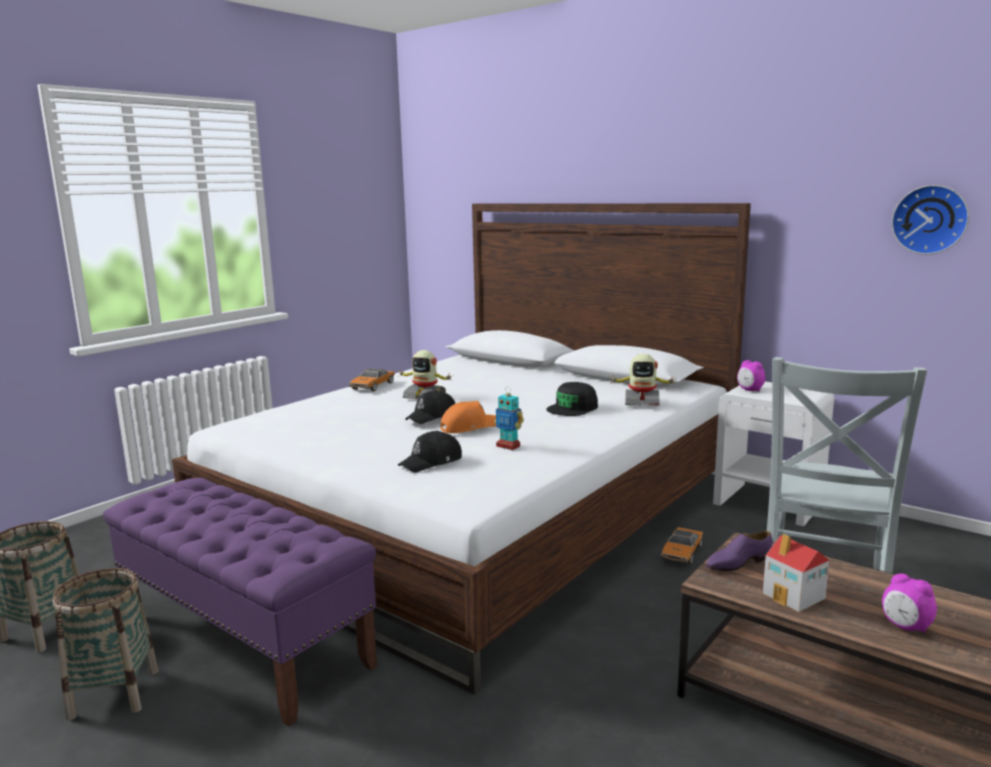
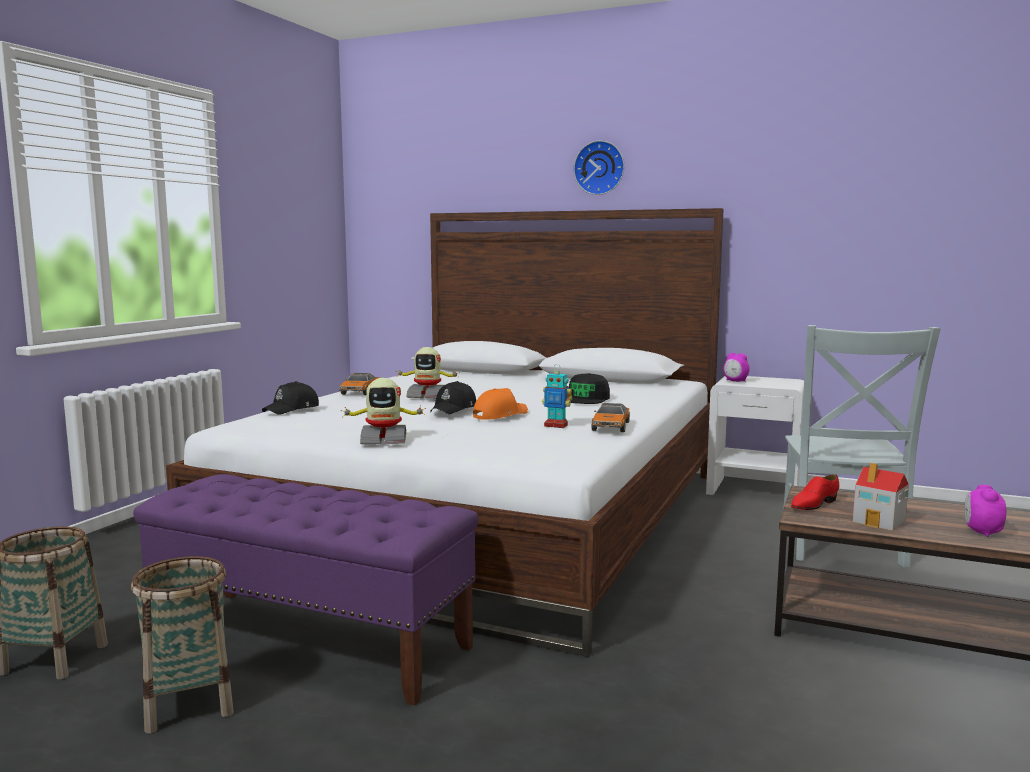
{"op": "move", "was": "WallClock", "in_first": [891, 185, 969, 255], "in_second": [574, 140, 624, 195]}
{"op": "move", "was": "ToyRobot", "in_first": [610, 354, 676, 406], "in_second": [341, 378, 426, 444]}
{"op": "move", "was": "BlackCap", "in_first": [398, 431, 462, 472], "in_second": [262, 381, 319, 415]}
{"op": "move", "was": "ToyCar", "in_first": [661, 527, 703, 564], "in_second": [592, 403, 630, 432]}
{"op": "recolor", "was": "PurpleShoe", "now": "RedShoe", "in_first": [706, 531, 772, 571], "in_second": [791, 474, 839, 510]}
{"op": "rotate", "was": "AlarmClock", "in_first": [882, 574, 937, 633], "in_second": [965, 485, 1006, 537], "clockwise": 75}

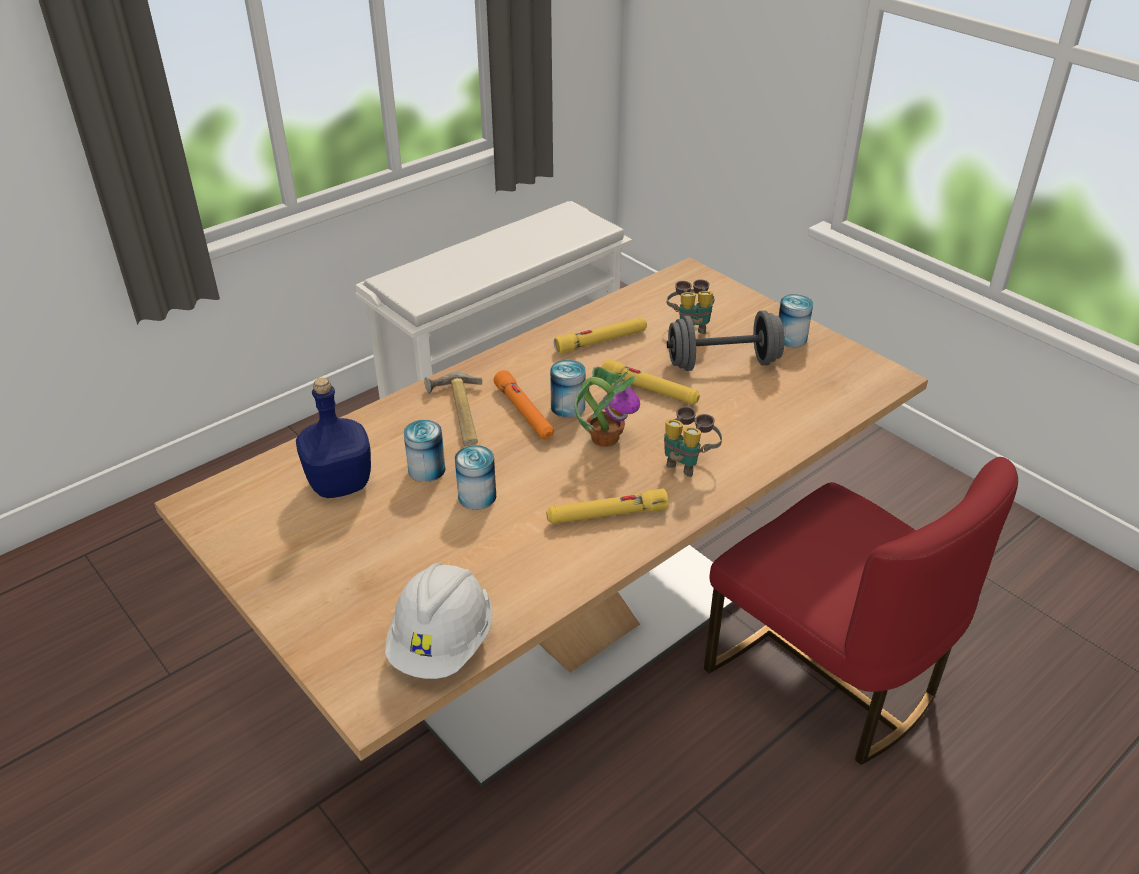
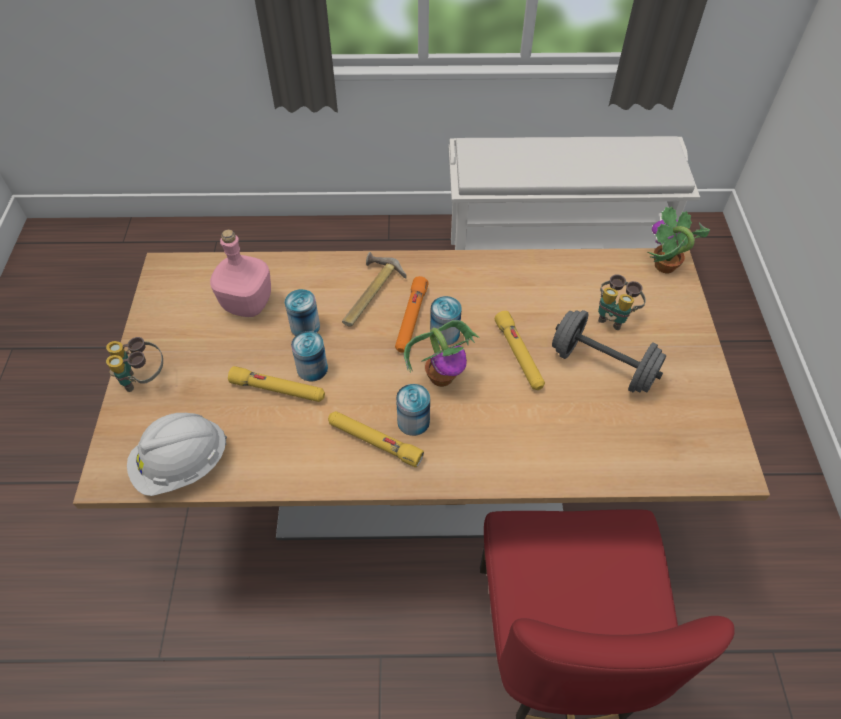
{"op": "move", "was": "Can", "in_first": [779, 294, 813, 347], "in_second": [396, 384, 430, 436]}
{"op": "move", "was": "YellowFlashlight", "in_first": [554, 317, 647, 354], "in_second": [228, 366, 325, 402]}
{"op": "recolor", "was": "BlueBottle", "now": "PinkBottle", "in_first": [296, 378, 371, 498], "in_second": [210, 230, 271, 317]}
{"op": "move", "was": "Binoculars", "in_first": [664, 406, 722, 477], "in_second": [106, 337, 163, 392]}
{"op": "insert", "now": "PottedPlant", "in_second": [648, 206, 710, 274]}

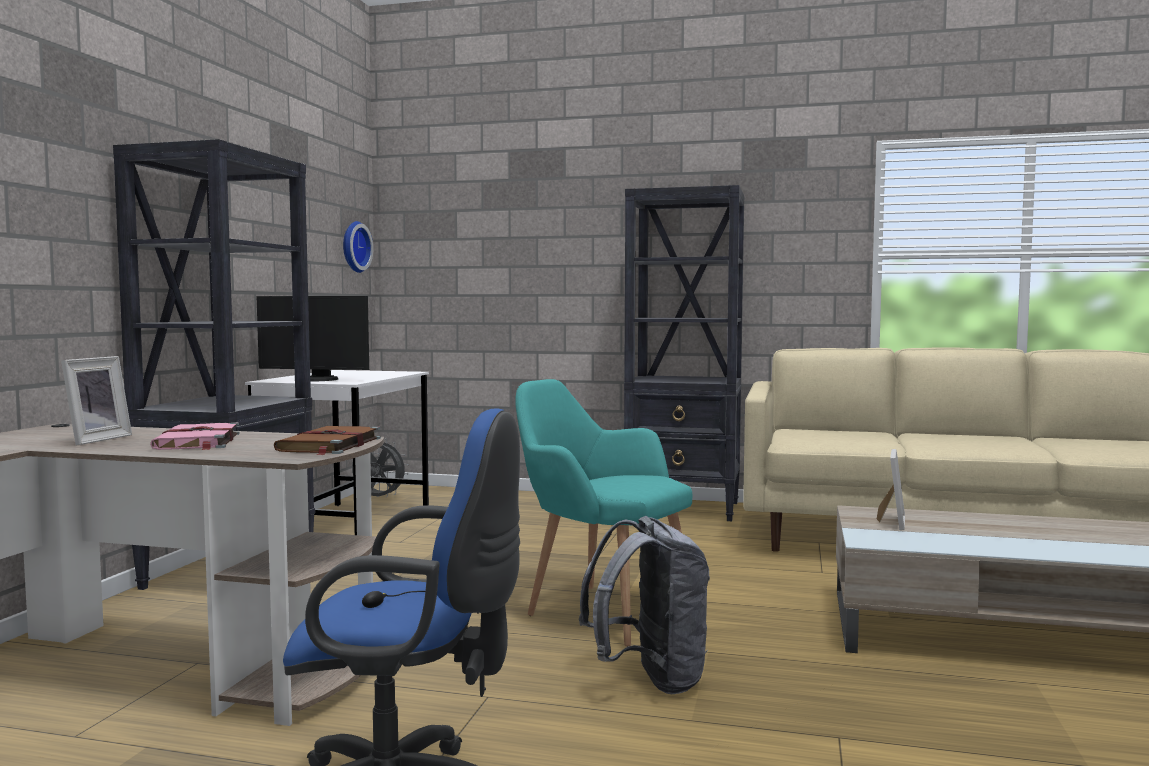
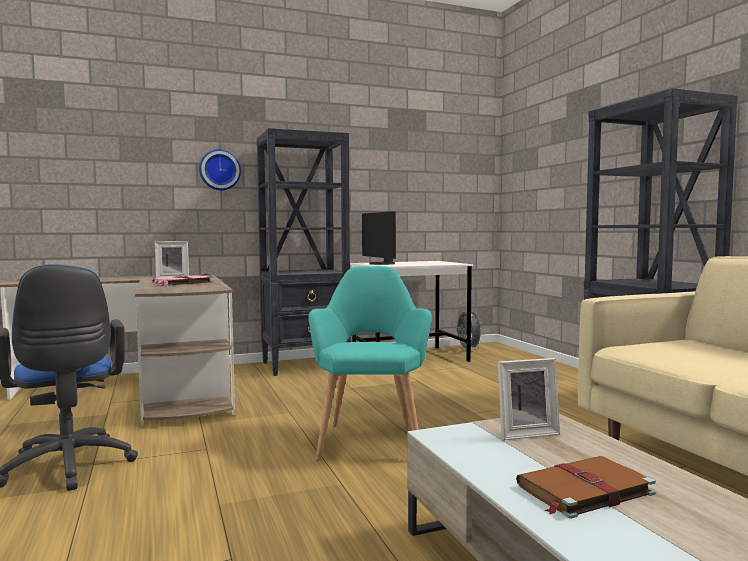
{"op": "move", "was": "WallClock", "in_first": [343, 221, 373, 273], "in_second": [199, 149, 241, 190]}
{"op": "move", "was": "BrownBook", "in_first": [274, 426, 381, 455], "in_second": [516, 456, 656, 519]}
{"op": "delete", "was": "GreyBackpack", "in_first": [579, 516, 710, 694]}

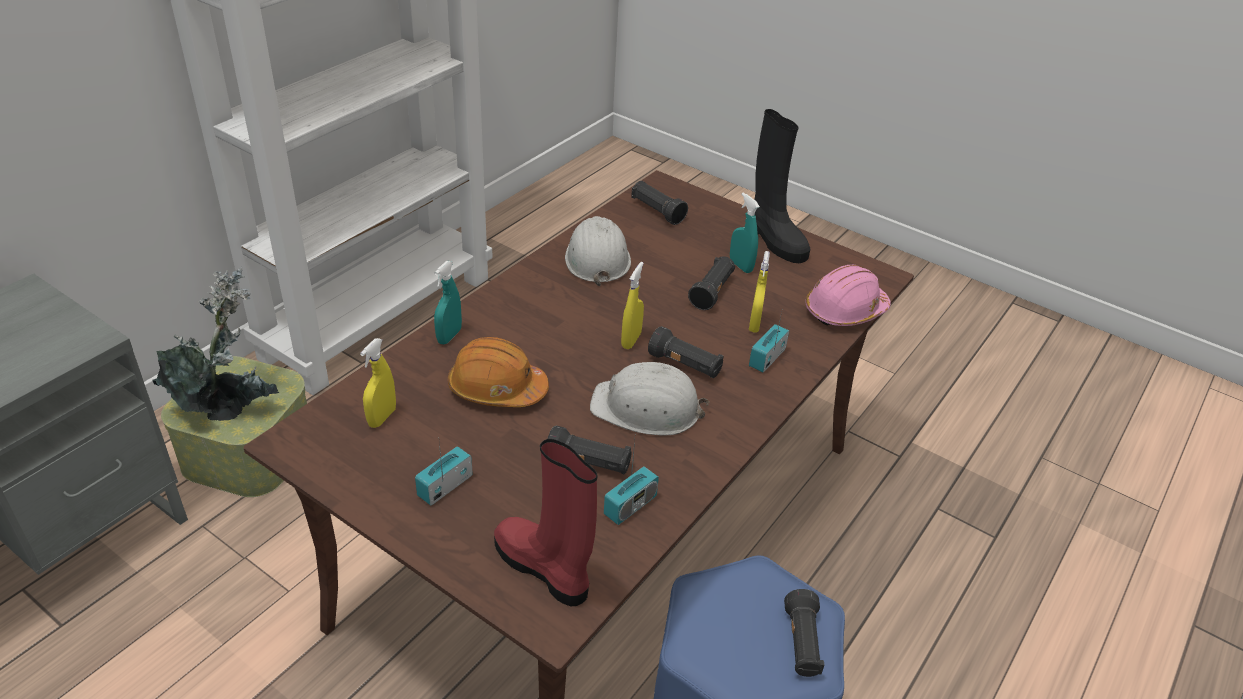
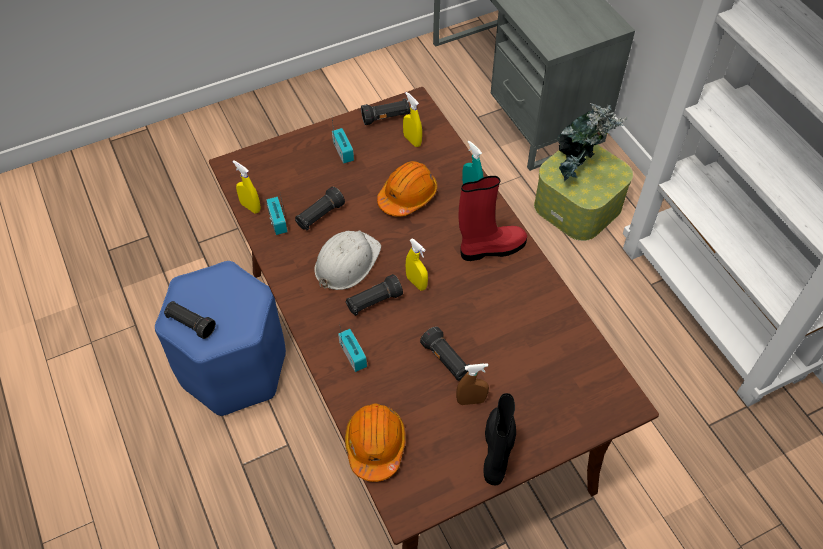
{"op": "rotate", "was": "BlackBoot", "in_first": [754, 109, 810, 263], "in_second": [484, 393, 516, 486], "clockwise": 105}
{"op": "move", "was": "BlackFlashlight", "in_first": [631, 181, 688, 225], "in_second": [361, 98, 411, 125]}
{"op": "recolor", "was": "TurquoiseSprayBottle", "now": "BrownSprayBottle", "in_first": [730, 192, 760, 273], "in_second": [456, 363, 489, 405]}
{"op": "delete", "was": "WhiteHardHat", "in_first": [565, 216, 631, 286]}
{"op": "move", "was": "YellowSprayBottle", "in_first": [749, 251, 770, 333], "in_second": [233, 160, 260, 213]}
{"op": "recolor", "was": "PinkHardHat", "now": "OrangeHardHat", "in_first": [805, 265, 891, 326], "in_second": [345, 404, 406, 482]}
{"op": "move", "was": "RedBoot", "in_first": [494, 439, 597, 606], "in_second": [459, 176, 527, 261]}

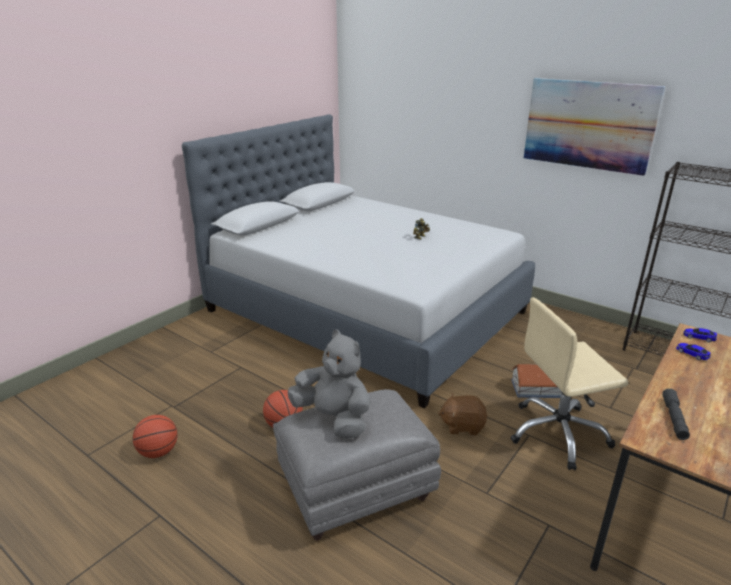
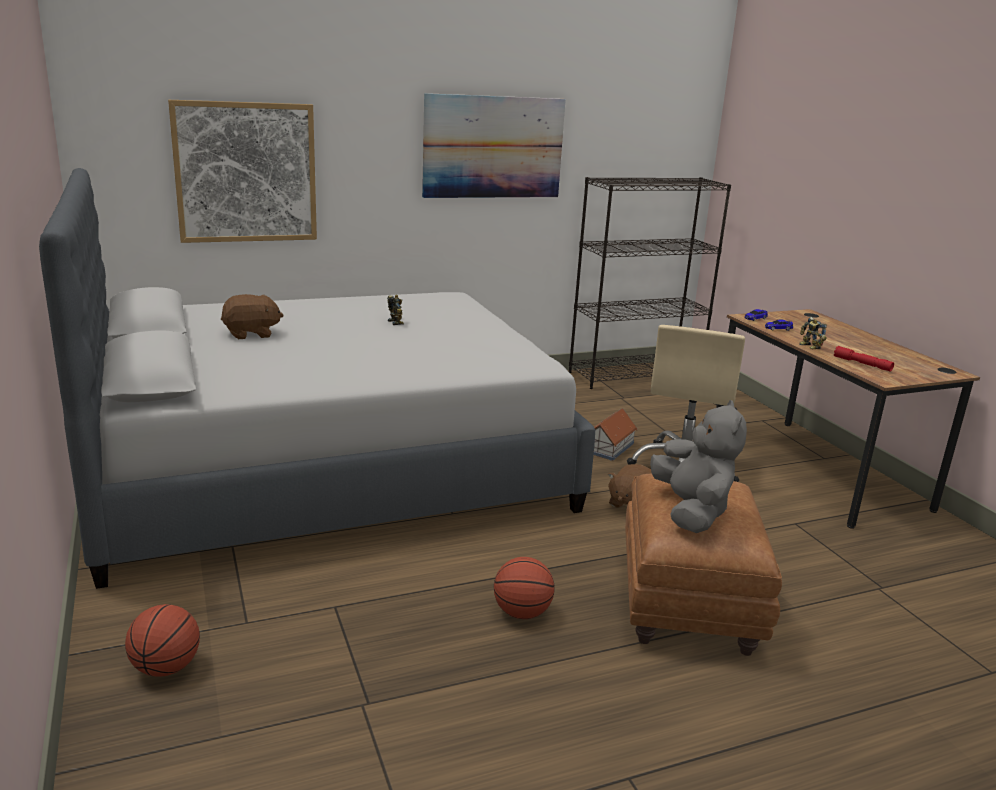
{"op": "rotate", "was": "GreyPlushToy", "in_first": [288, 329, 371, 439], "in_second": [650, 400, 747, 533], "clockwise": 105}
{"op": "recolor", "was": "GreyOttoman", "now": "BrownOttoman", "in_first": [273, 389, 441, 540], "in_second": [625, 474, 782, 656]}
{"op": "recolor", "was": "GreyFlashlight", "now": "RedFlashlight", "in_first": [662, 389, 690, 440], "in_second": [834, 346, 894, 372]}
{"op": "move", "was": "Basketball", "in_first": [132, 415, 178, 458], "in_second": [125, 604, 200, 677]}
{"op": "insert", "now": "Picture", "in_second": [168, 100, 317, 243]}
{"op": "insert", "now": "BrownPlushToy", "in_second": [221, 294, 284, 339]}
{"op": "insert", "now": "ToyRobot", "in_second": [799, 317, 827, 349]}

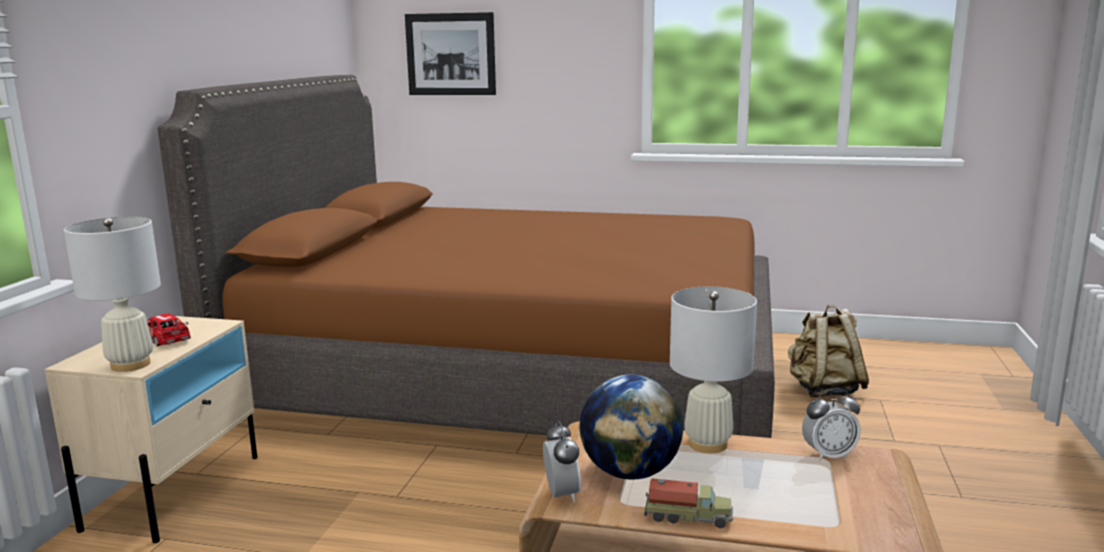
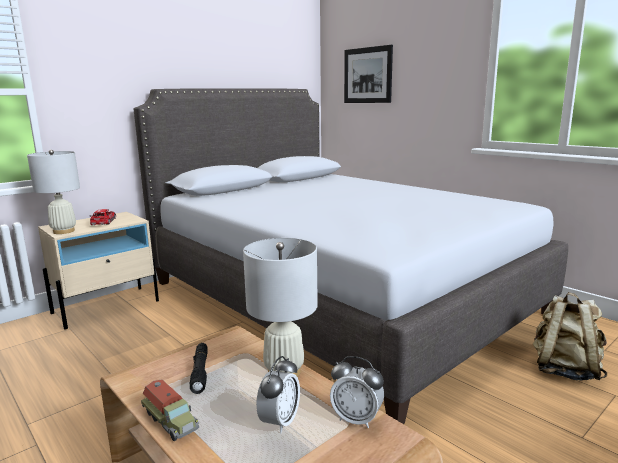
{"op": "recolor", "was": "BrownBed", "now": "GreyBed", "in_first": [158, 75, 775, 438], "in_second": [133, 88, 568, 424]}
{"op": "replace", "was": "Globe", "now": "BlackFlashlight", "in_first": [579, 374, 683, 480], "in_second": [189, 343, 208, 394]}
{"op": "move", "was": "AlarmClock", "in_first": [543, 420, 581, 502], "in_second": [256, 356, 300, 433]}

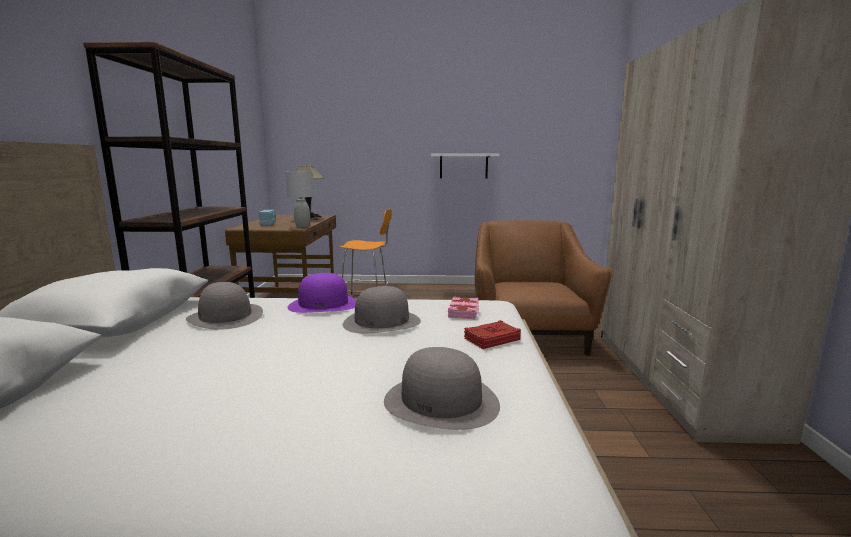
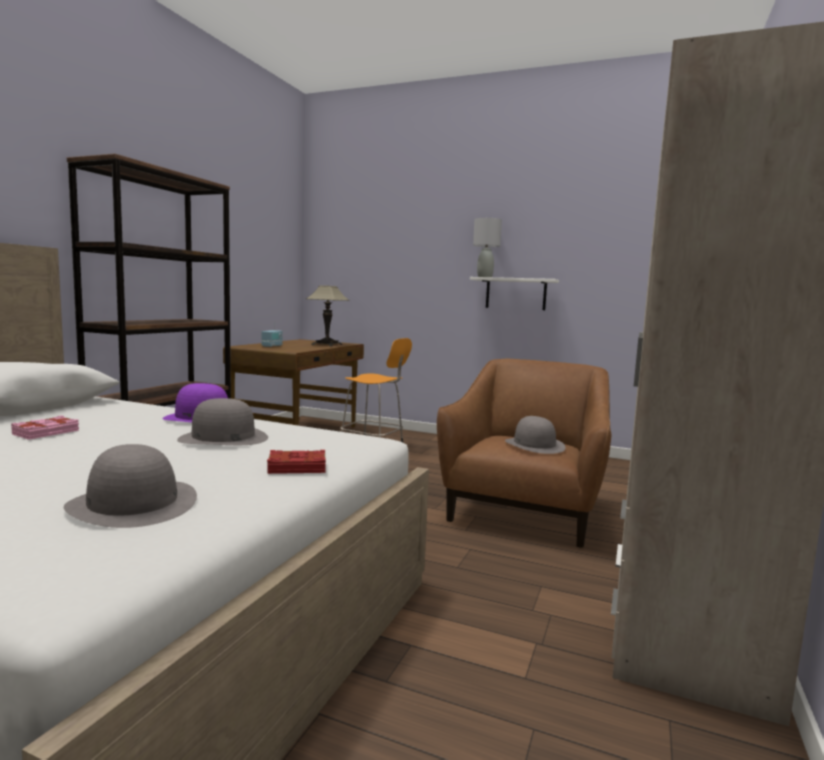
{"op": "move", "was": "GreyTableLamp", "in_first": [286, 171, 314, 227], "in_second": [473, 218, 502, 277]}
{"op": "move", "was": "GreyHat", "in_first": [186, 282, 263, 330], "in_second": [505, 416, 566, 454]}
{"op": "move", "was": "PinkBook", "in_first": [448, 297, 479, 319], "in_second": [11, 416, 79, 440]}

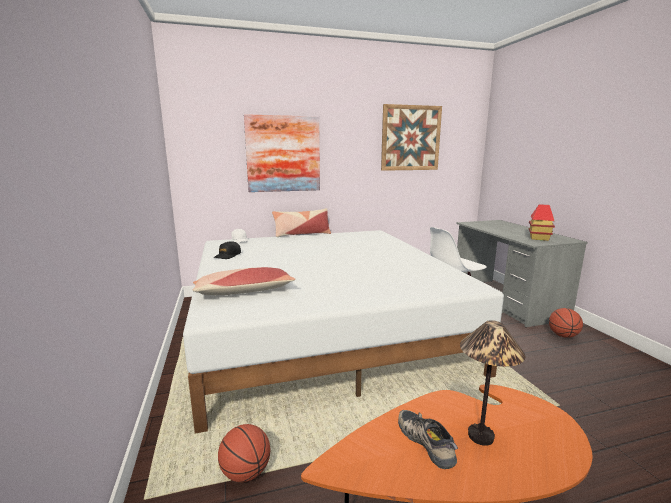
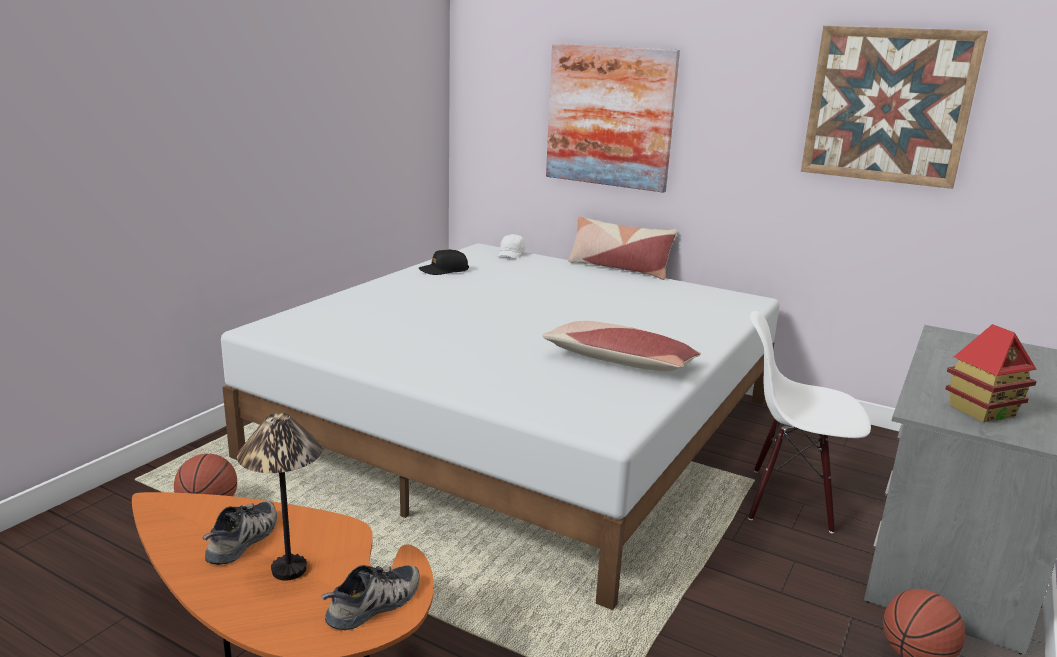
{"op": "move", "was": "Pillow", "in_first": [193, 267, 296, 295], "in_second": [542, 321, 701, 371]}
{"op": "insert", "now": "Shoe", "in_second": [321, 565, 419, 631]}

